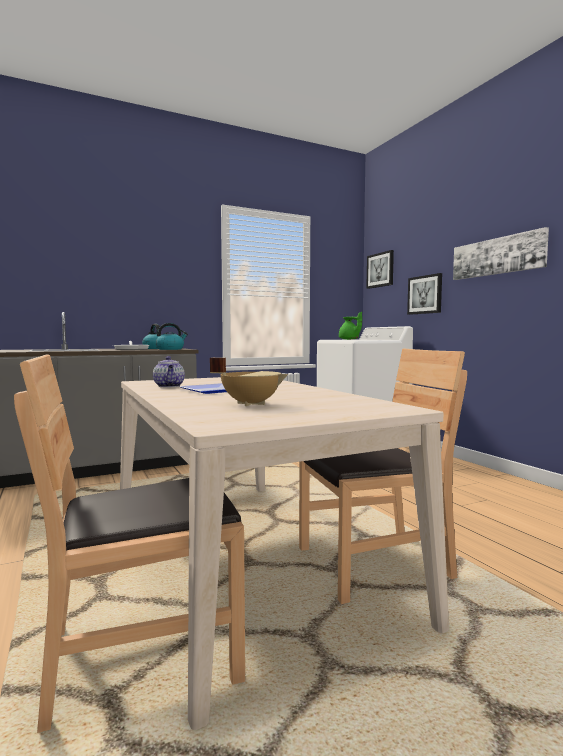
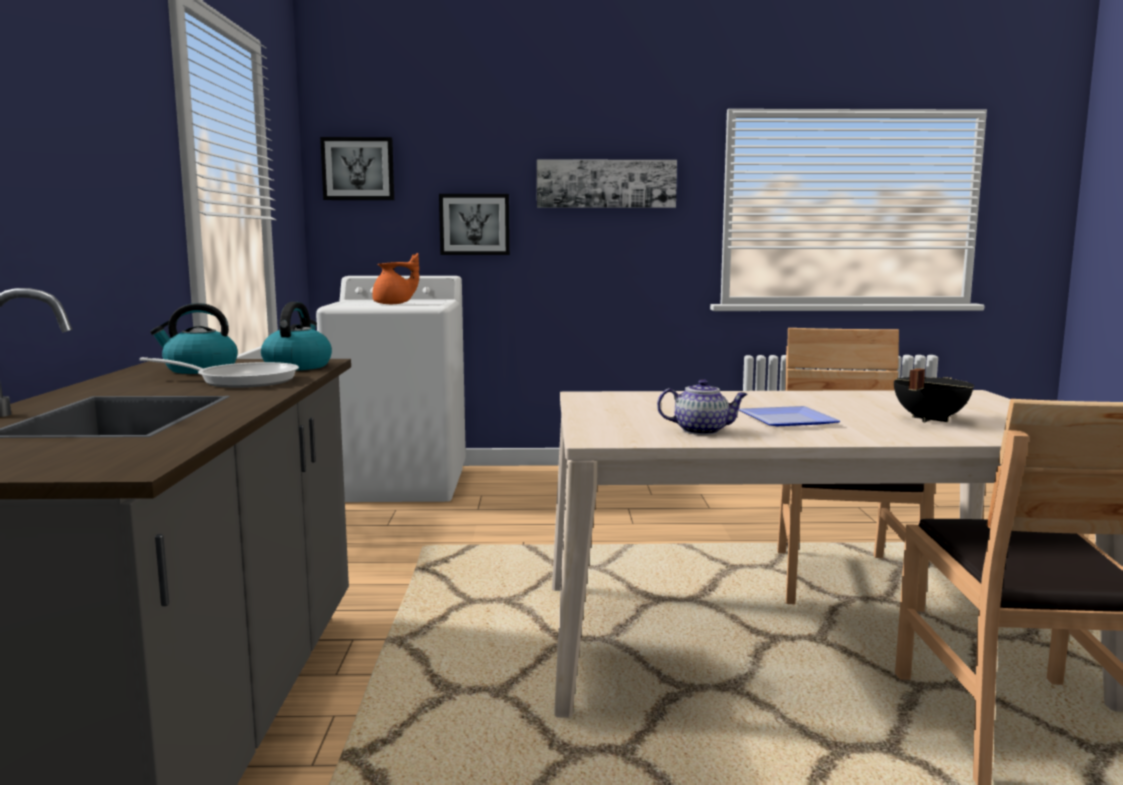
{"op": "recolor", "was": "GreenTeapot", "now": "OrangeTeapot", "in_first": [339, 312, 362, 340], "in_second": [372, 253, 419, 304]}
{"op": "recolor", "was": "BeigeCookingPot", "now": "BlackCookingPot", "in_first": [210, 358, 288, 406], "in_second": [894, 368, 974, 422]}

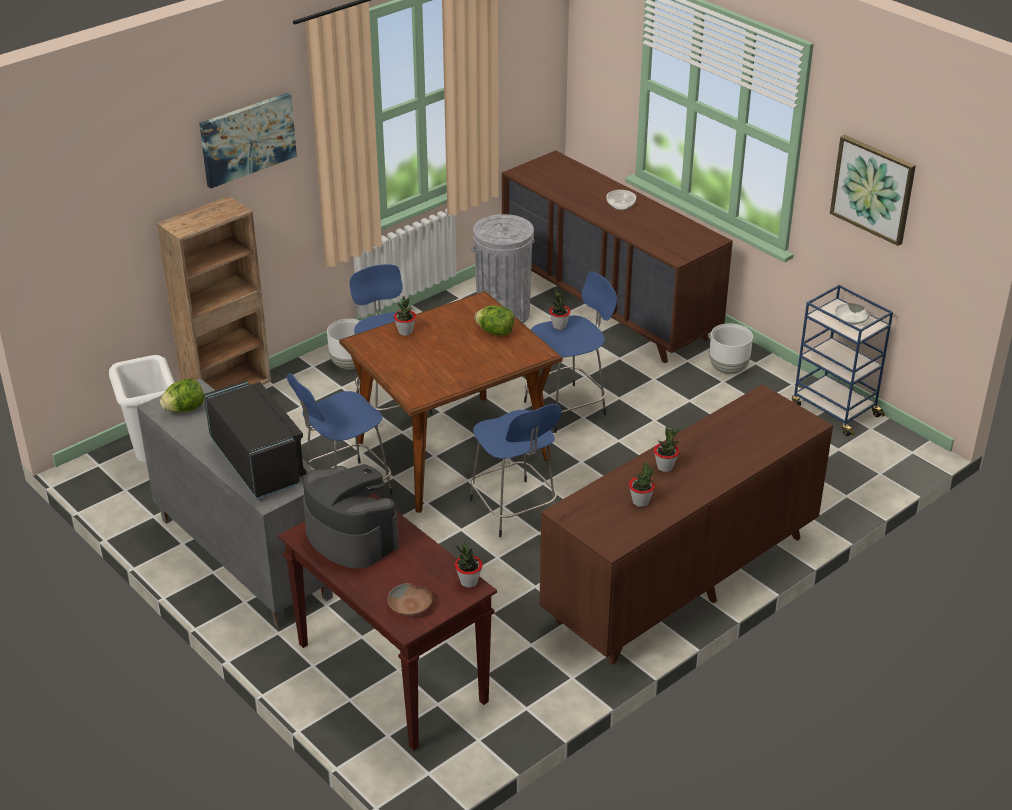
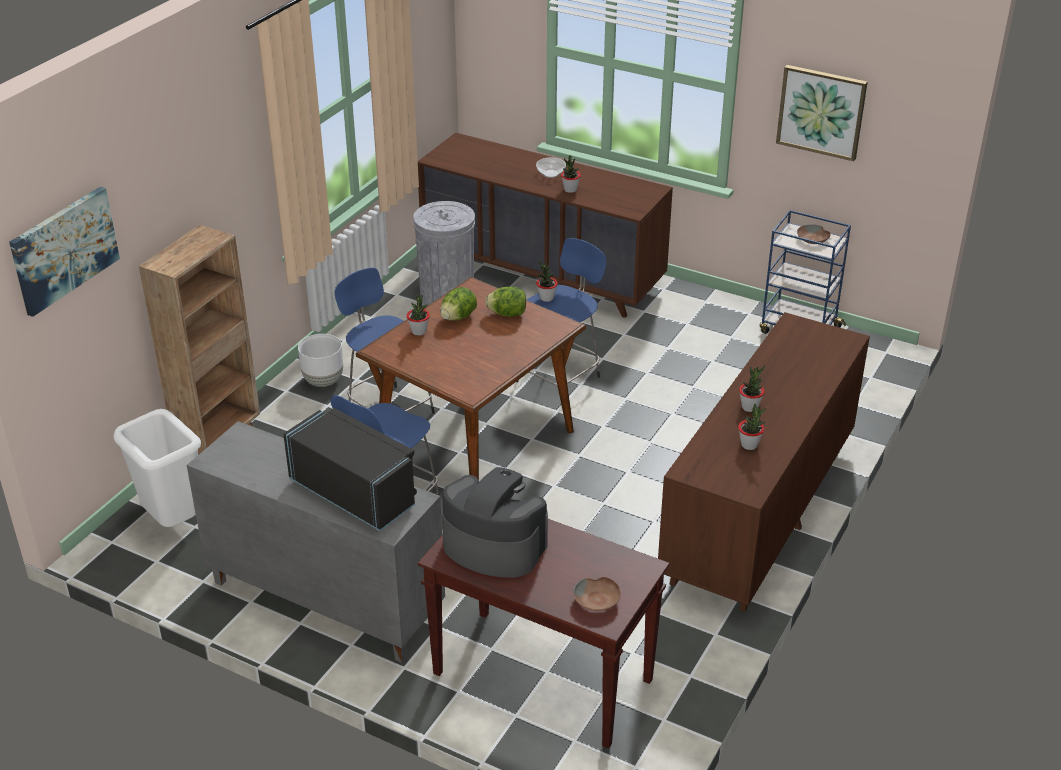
{"op": "move", "was": "Picture", "in_first": [199, 93, 297, 189], "in_second": [9, 187, 120, 317]}
{"op": "recolor", "was": "WhiteBowl", "now": "BrownBowl", "in_first": [835, 303, 870, 325], "in_second": [797, 224, 831, 244]}
{"op": "delete", "was": "WhitePlanter", "in_first": [709, 323, 753, 374]}
{"op": "move", "was": "Lettuce", "in_first": [160, 379, 204, 413], "in_second": [440, 287, 477, 321]}
{"op": "delete", "was": "BlueStool", "in_first": [470, 404, 562, 537]}
{"op": "move", "was": "PottedPlant", "in_first": [455, 542, 483, 588], "in_second": [561, 156, 581, 193]}

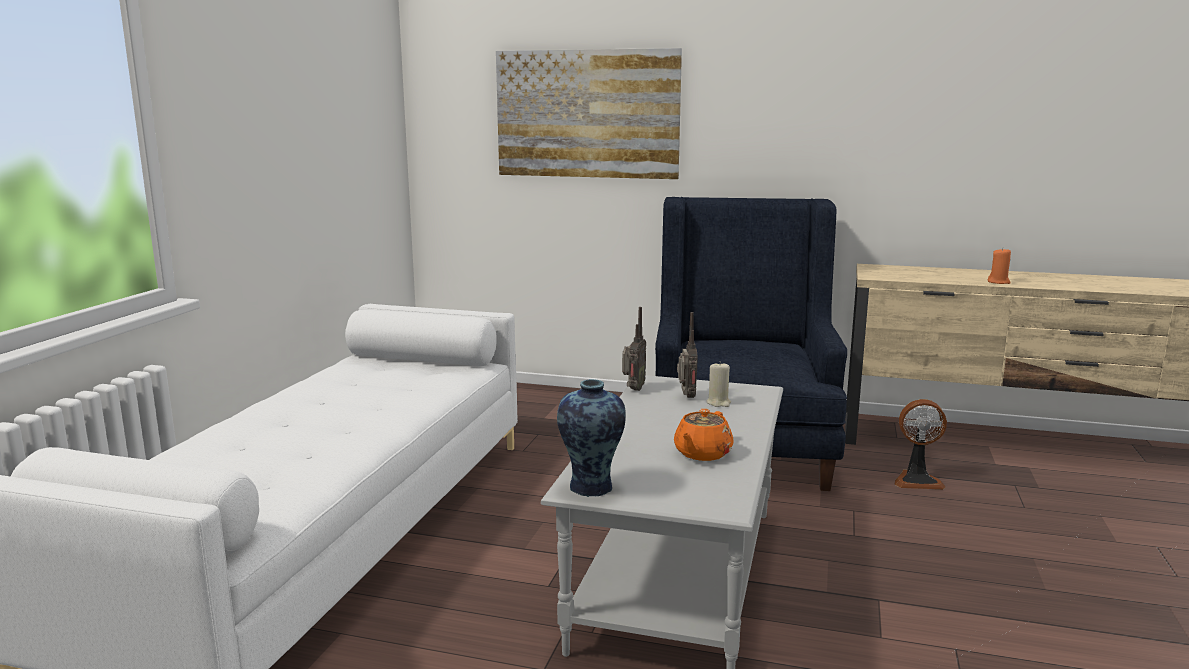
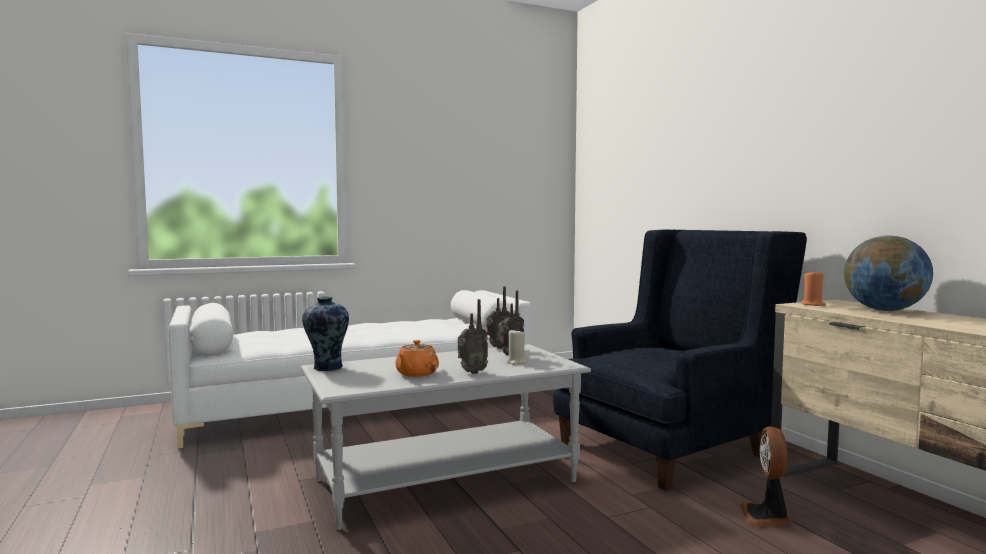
{"op": "delete", "was": "Picture", "in_first": [496, 48, 682, 179]}
{"op": "move", "was": "OrangeCandle", "in_first": [988, 248, 1011, 284], "in_second": [801, 270, 826, 306]}
{"op": "rotate", "was": "Fan", "in_first": [895, 399, 947, 490], "in_second": [740, 426, 793, 528], "clockwise": 45}
{"op": "rotate", "was": "OrangeTeapot", "in_first": [674, 409, 734, 461], "in_second": [395, 340, 439, 377], "clockwise": -60}
{"op": "insert", "now": "Globe", "in_second": [844, 235, 933, 311]}
{"op": "insert", "now": "Radio", "in_second": [458, 299, 488, 374]}

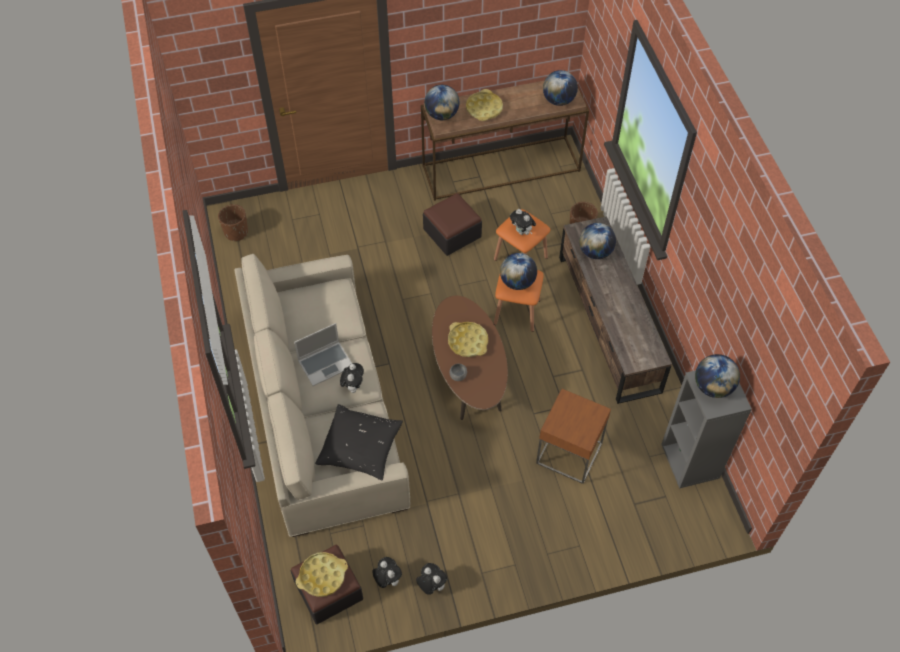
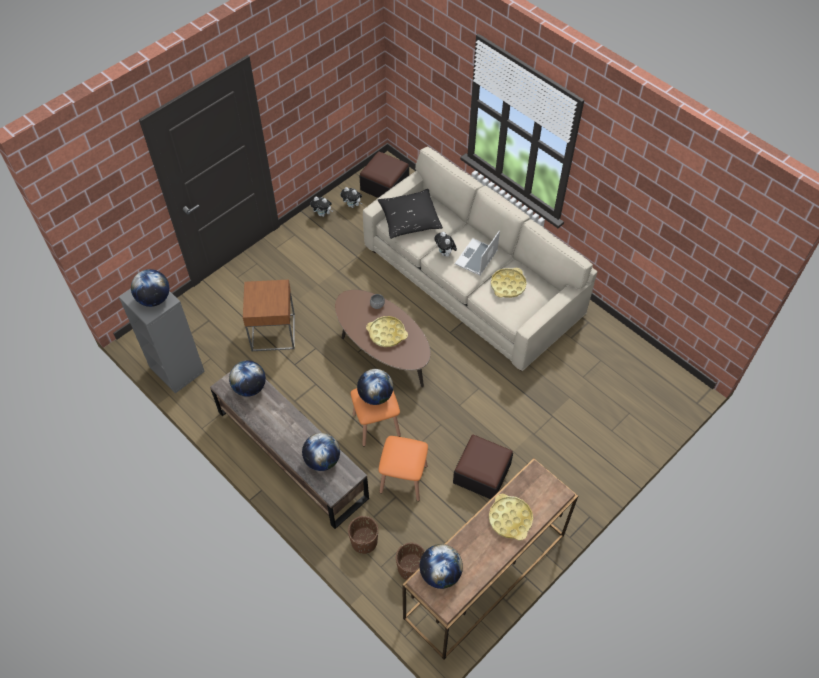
{"op": "move", "was": "Globe", "in_first": [424, 85, 460, 120], "in_second": [229, 360, 266, 397]}
{"op": "move", "was": "BrownPlanter", "in_first": [218, 204, 248, 242], "in_second": [396, 543, 425, 580]}
{"op": "delete", "was": "PlushToy", "in_first": [510, 209, 536, 235]}
{"op": "move", "was": "YellowTray", "in_first": [296, 552, 348, 597], "in_second": [491, 268, 527, 298]}

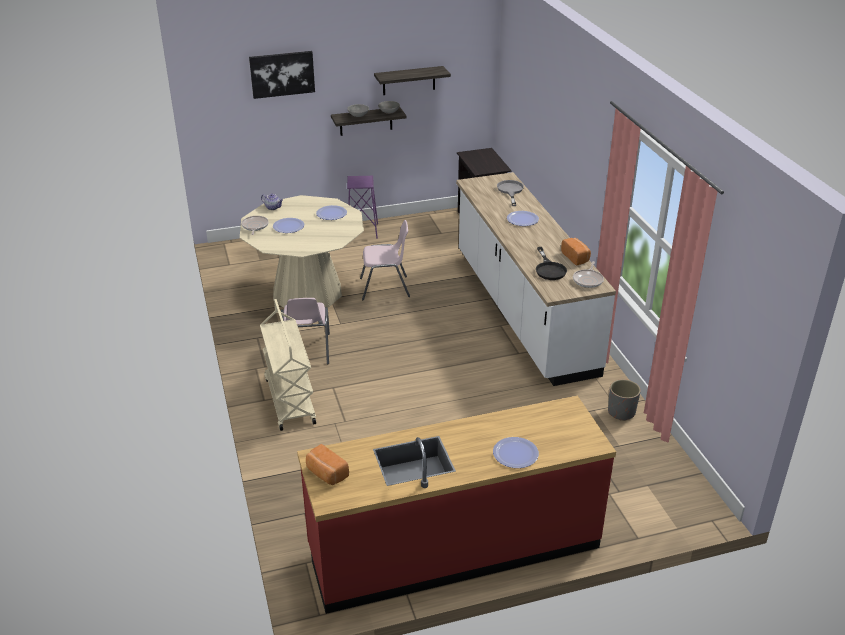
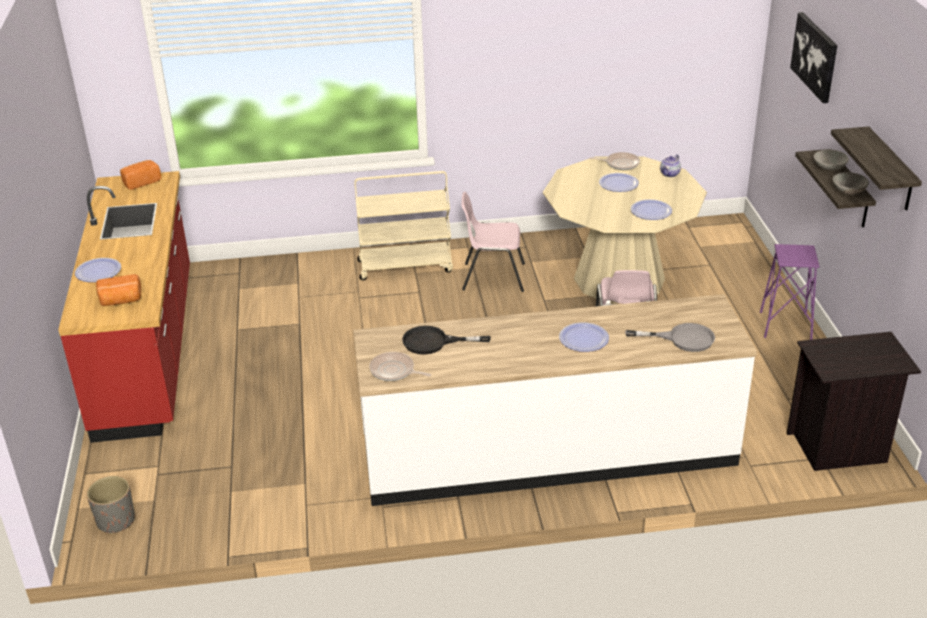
{"op": "move", "was": "Bread", "in_first": [561, 238, 591, 265], "in_second": [96, 274, 141, 306]}
{"op": "move", "was": "GreyPlanter", "in_first": [608, 379, 641, 421], "in_second": [87, 476, 135, 534]}

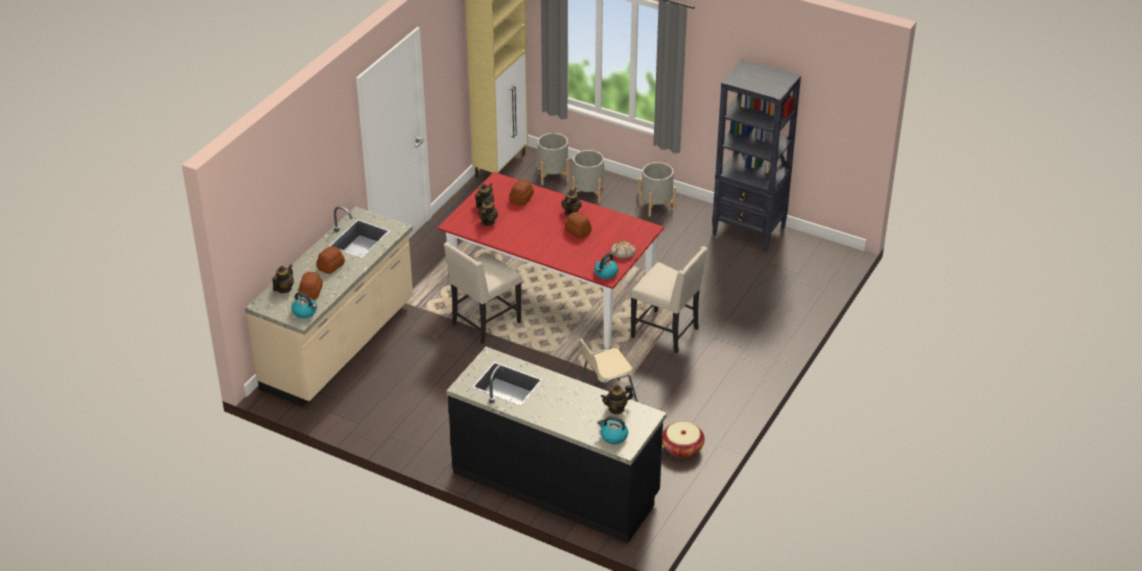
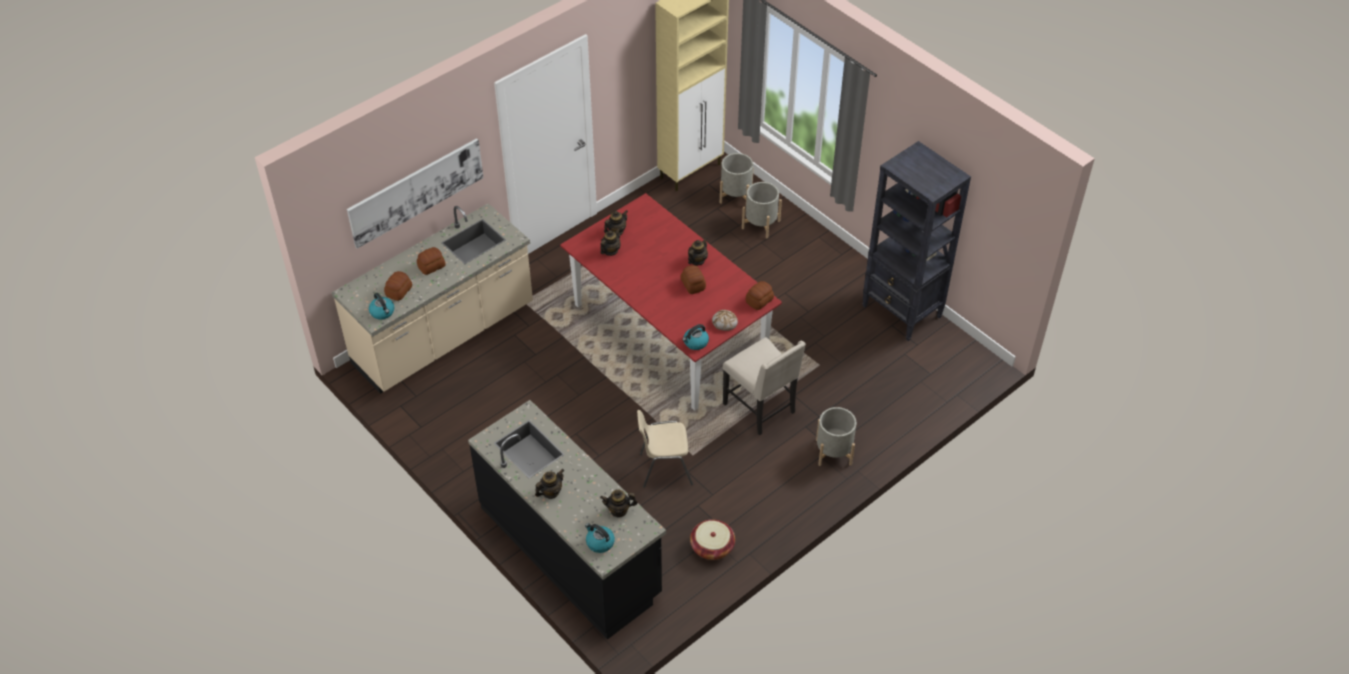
{"op": "move", "was": "GreyPlanter", "in_first": [638, 162, 676, 217], "in_second": [816, 407, 856, 466]}
{"op": "move", "was": "Bread", "in_first": [509, 179, 534, 205], "in_second": [746, 281, 774, 310]}
{"op": "delete", "was": "BeigeChair", "in_first": [444, 242, 522, 344]}
{"op": "move", "was": "Teapot", "in_first": [272, 264, 294, 293], "in_second": [535, 469, 564, 499]}
{"op": "insert", "now": "Picture", "in_second": [347, 138, 484, 249]}

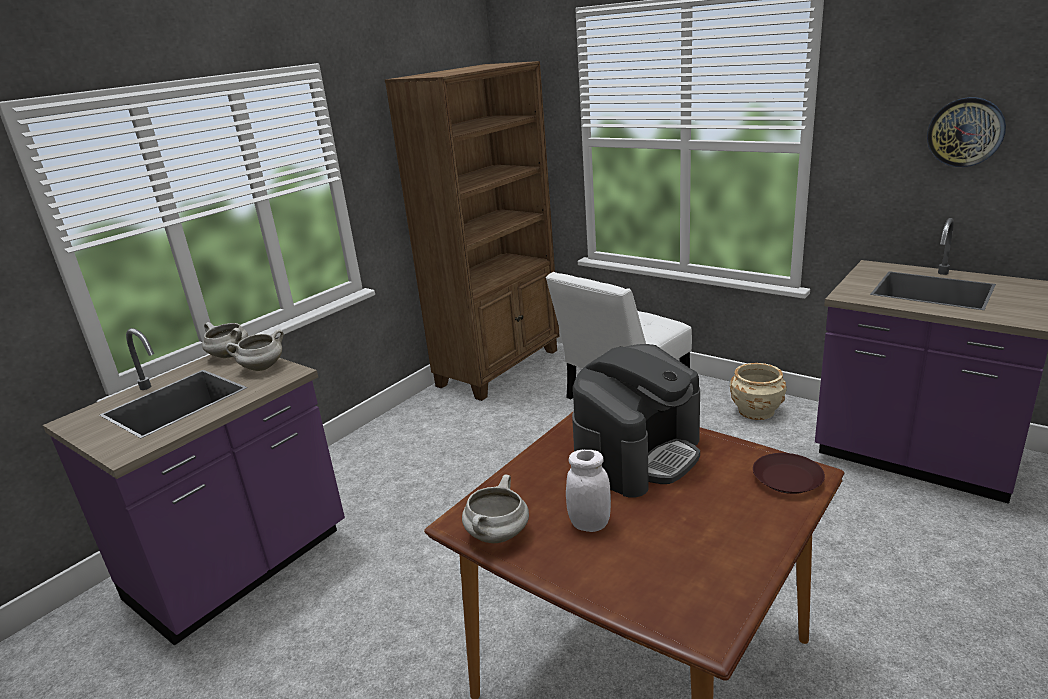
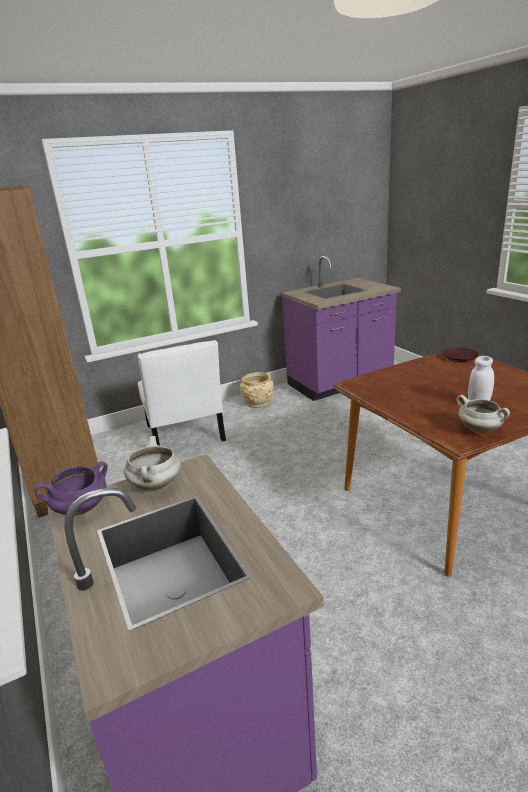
{"op": "delete", "was": "WallClock", "in_first": [927, 97, 1006, 167]}
{"op": "recolor", "was": "WhiteCookingPot", "now": "PurpleCookingPot", "in_first": [202, 322, 248, 358], "in_second": [34, 461, 108, 515]}
{"op": "delete", "was": "CoffeeMachine", "in_first": [572, 344, 700, 497]}

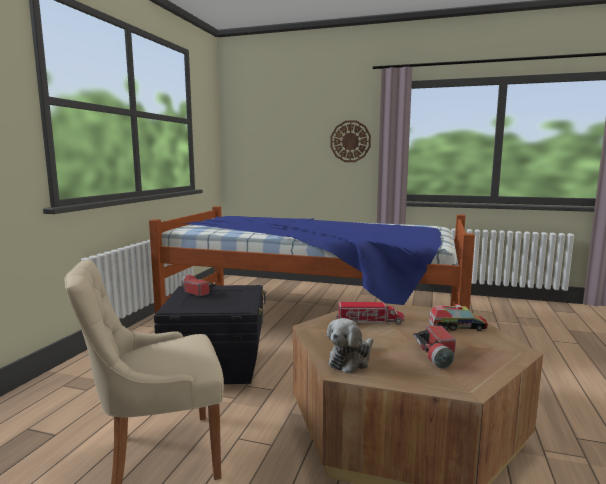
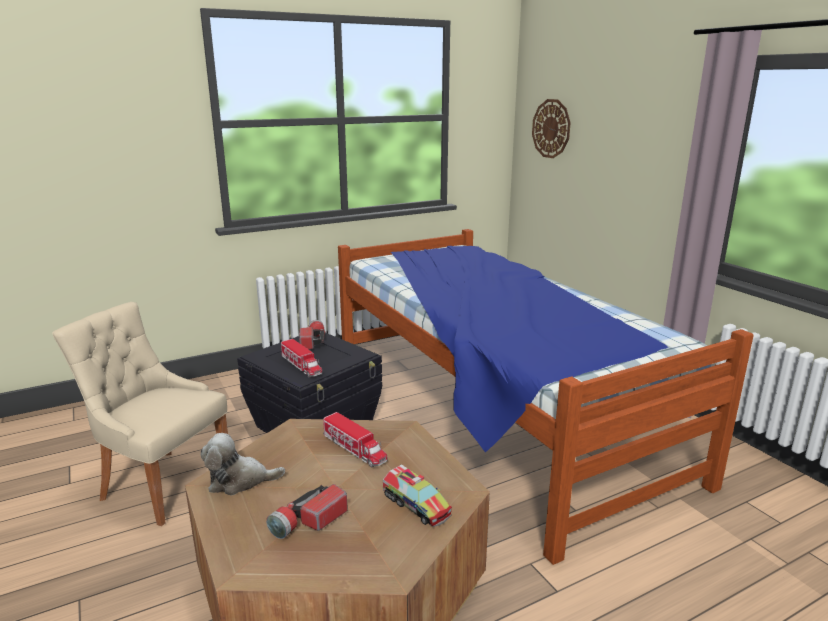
{"op": "move", "was": "WallClock", "in_first": [331, 120, 371, 162], "in_second": [532, 99, 571, 158]}
{"op": "insert", "now": "ToyTruck", "in_second": [281, 339, 323, 378]}

